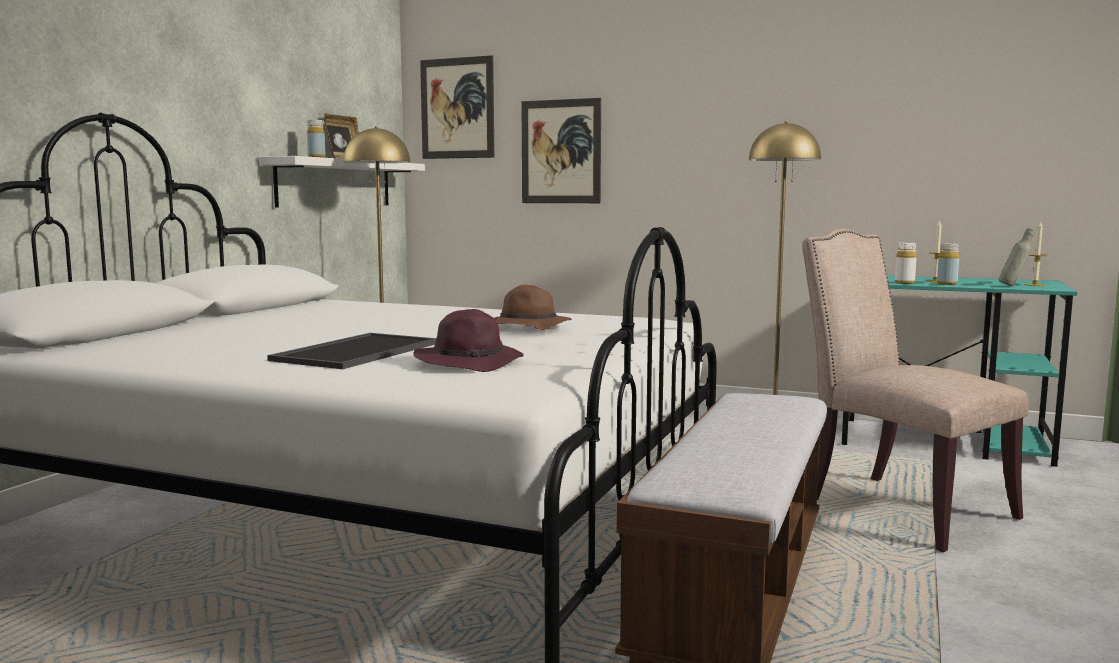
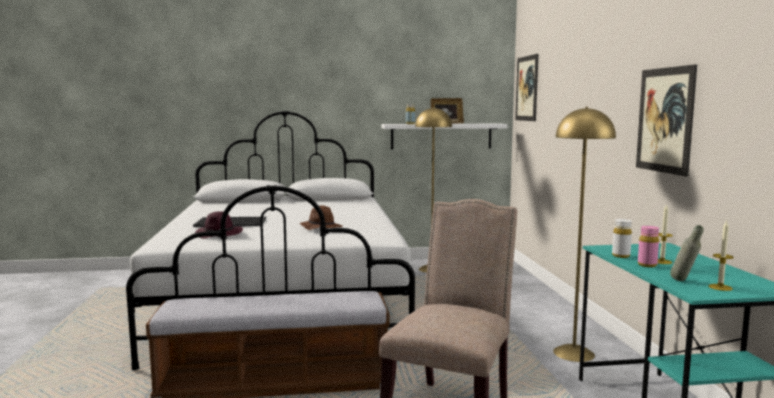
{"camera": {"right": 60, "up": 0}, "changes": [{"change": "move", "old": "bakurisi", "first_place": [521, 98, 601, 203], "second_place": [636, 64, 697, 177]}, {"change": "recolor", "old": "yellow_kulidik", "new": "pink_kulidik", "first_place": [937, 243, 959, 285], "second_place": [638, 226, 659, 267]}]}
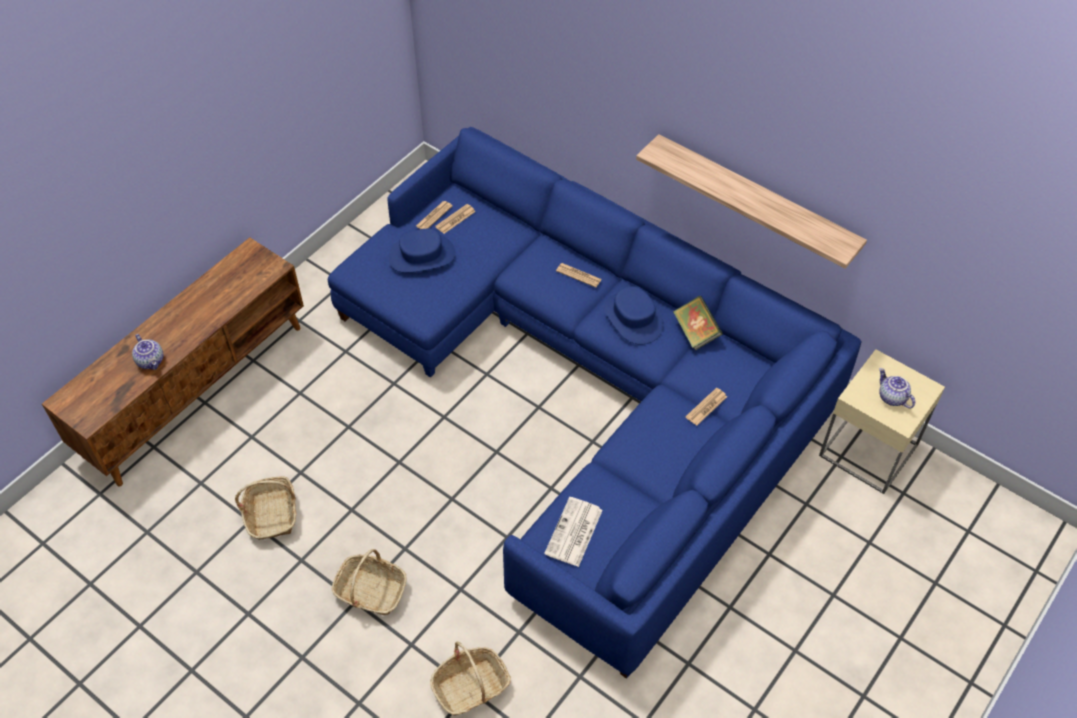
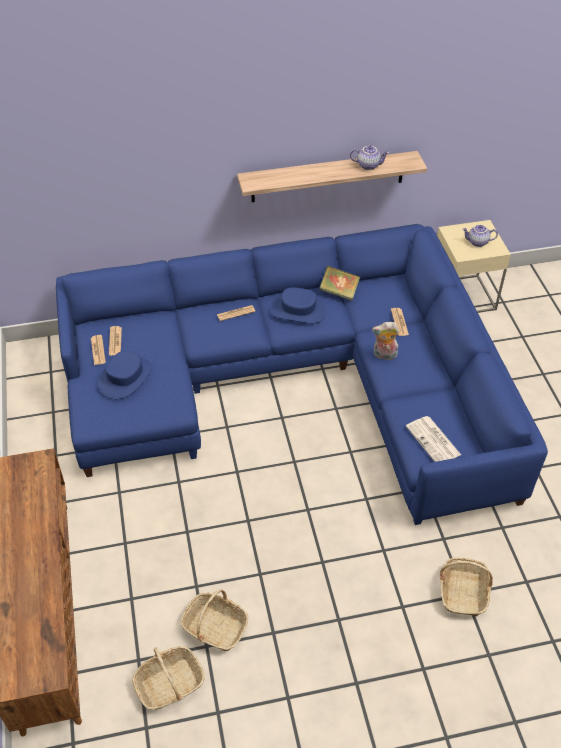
{"camera": {"right": -50, "up": -5}, "changes": [{"change": "insert", "new": "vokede", "second_place": [372, 322, 399, 360]}, {"change": "move", "old": "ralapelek", "first_place": [132, 334, 163, 370], "second_place": [350, 146, 389, 170]}, {"change": "move", "old": "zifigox", "first_place": [332, 549, 406, 615], "second_place": [132, 646, 205, 710]}]}
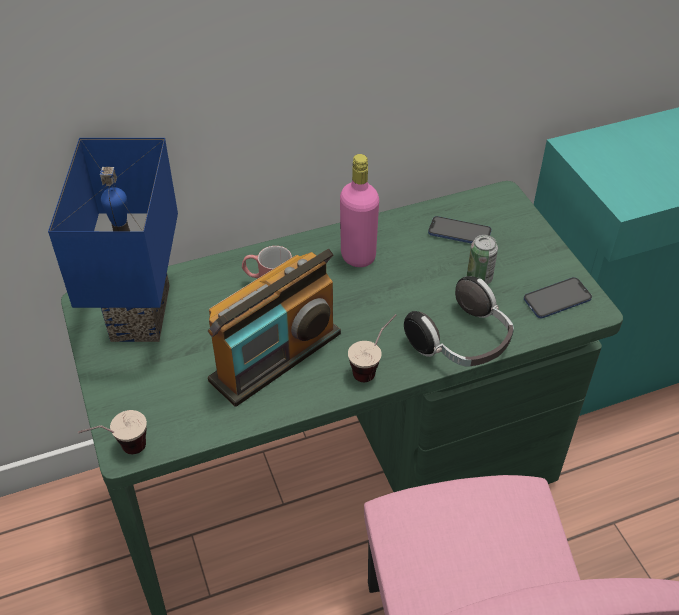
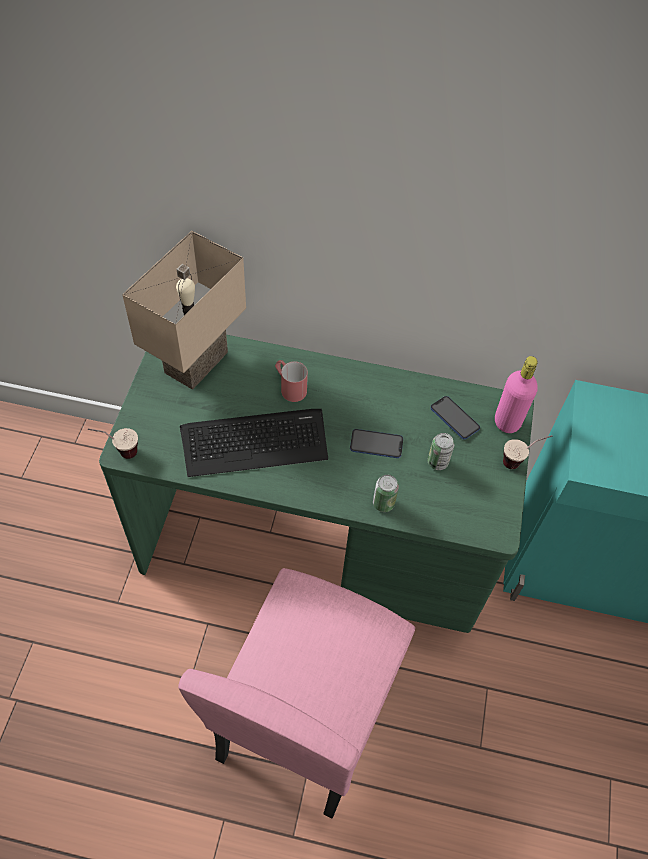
{"camera": {"right": 30, "up": 10}, "changes": [{"change": "move", "old": "pink_kulidik", "first_place": [340, 154, 379, 267], "second_place": [495, 356, 538, 433]}, {"change": "move", "old": "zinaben", "first_place": [348, 314, 397, 382], "second_place": [503, 435, 553, 469]}, {"change": "move", "old": "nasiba", "first_place": [524, 277, 592, 319], "second_place": [350, 429, 403, 458]}, {"change": "replace", "old": "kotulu", "new": "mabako", "first_place": [208, 249, 341, 407], "second_place": [180, 409, 328, 477]}, {"change": "replace", "old": "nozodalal", "new": "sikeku", "first_place": [404, 276, 514, 367], "second_place": [373, 475, 399, 512]}, {"change": "recolor", "old": "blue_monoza", "new": "beige_monoza", "first_place": [48, 138, 178, 342], "second_place": [122, 231, 246, 390]}]}
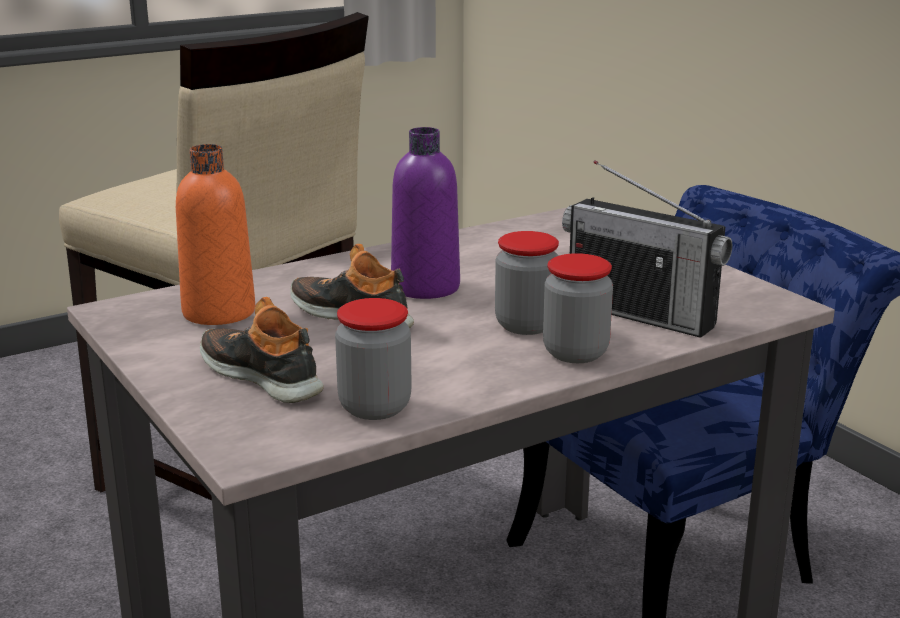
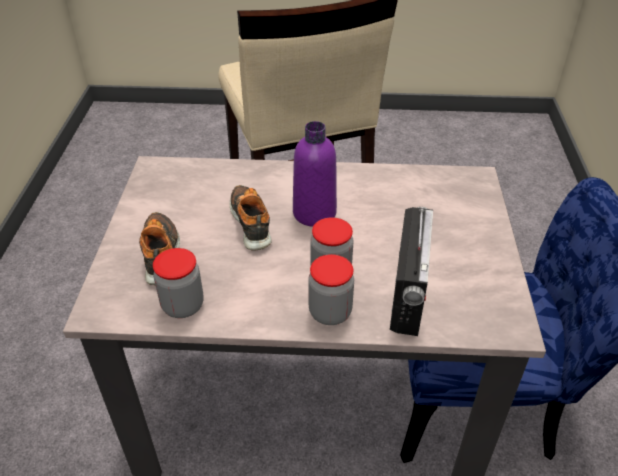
{"camera": {"right": 35, "up": 20}, "changes": [{"change": "delete", "old": "orange_kulidik", "first_place": [176, 144, 255, 325]}, {"change": "rotate", "old": "kotulu", "first_place": [562, 160, 732, 338], "second_place": [390, 207, 433, 336], "degrees": -150}]}
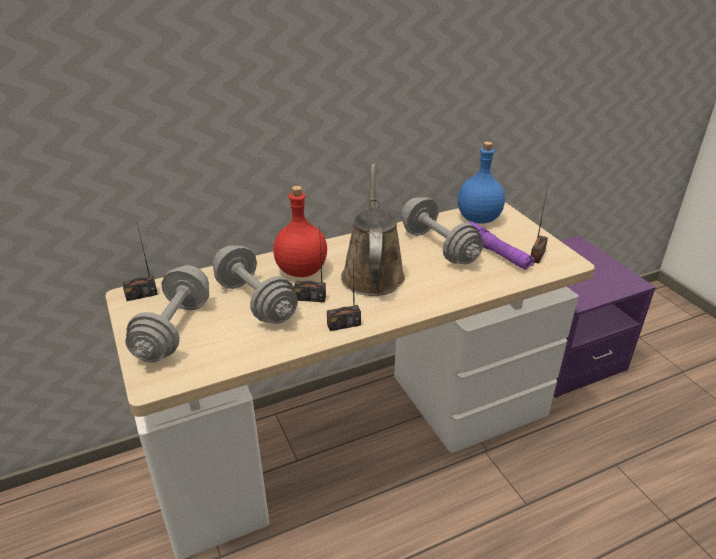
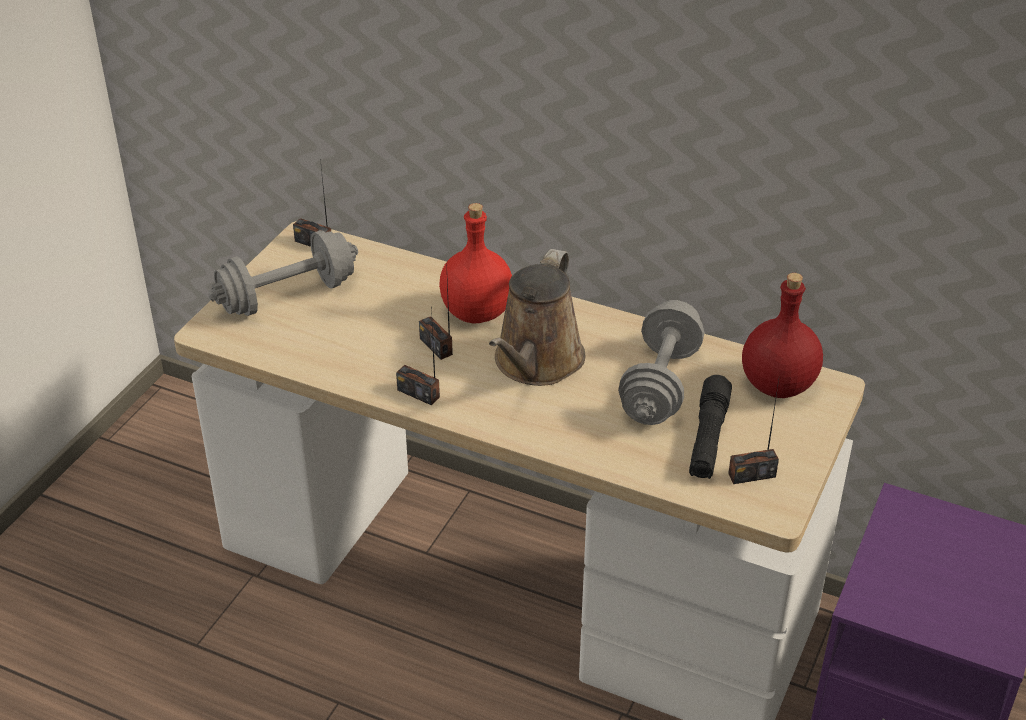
{"camera": {"right": 50, "up": 5}, "changes": [{"change": "delete", "old": "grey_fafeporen", "first_place": [213, 245, 298, 324]}, {"change": "recolor", "old": "blue_kulidik", "new": "red_kulidik", "first_place": [458, 141, 505, 224], "second_place": [742, 273, 823, 398]}, {"change": "recolor", "old": "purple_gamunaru", "new": "black_gamunaru", "first_place": [468, 221, 535, 270], "second_place": [689, 375, 732, 479]}, {"change": "rotate", "old": "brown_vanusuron", "first_place": [341, 164, 405, 296], "second_place": [489, 249, 586, 386], "degrees": 150}]}
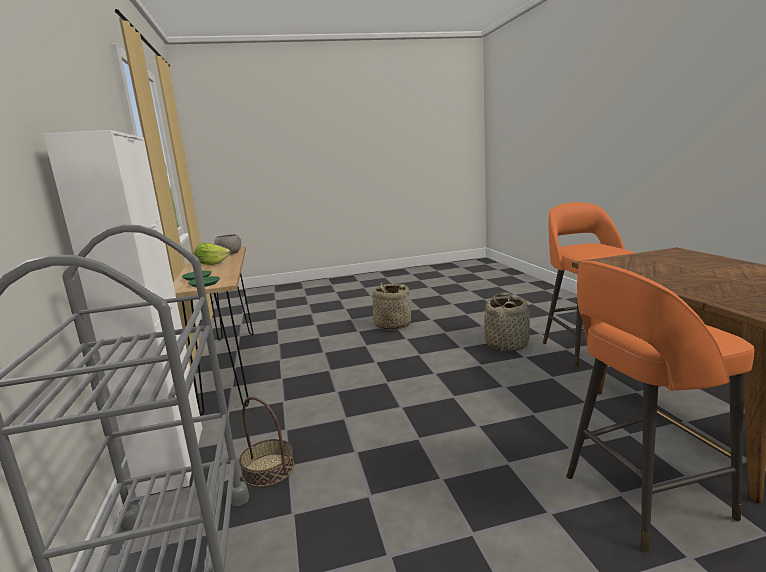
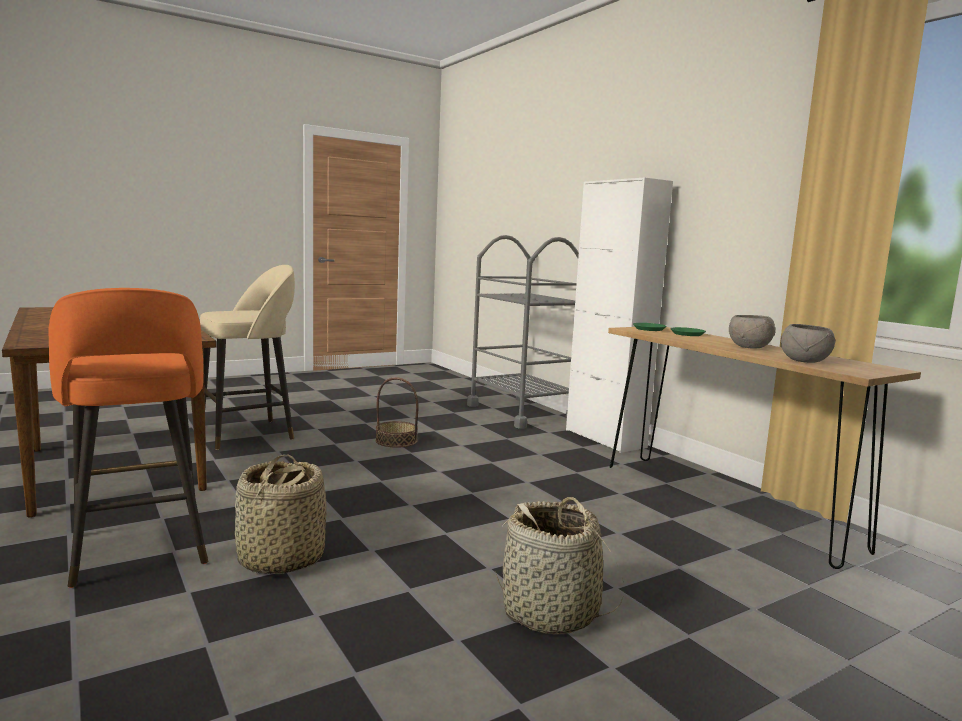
{"camera": {"right": 160, "up": -5}, "changes": [{"change": "move", "old": "zifigox", "first_place": [239, 397, 295, 487], "second_place": [376, 377, 419, 448]}, {"change": "replace", "old": "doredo", "new": "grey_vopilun", "first_place": [194, 243, 231, 265], "second_place": [729, 315, 775, 349]}, {"change": "recolor", "old": "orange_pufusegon", "new": "beige_pufusegon", "first_place": [566, 261, 754, 552], "second_place": [200, 265, 295, 450]}]}
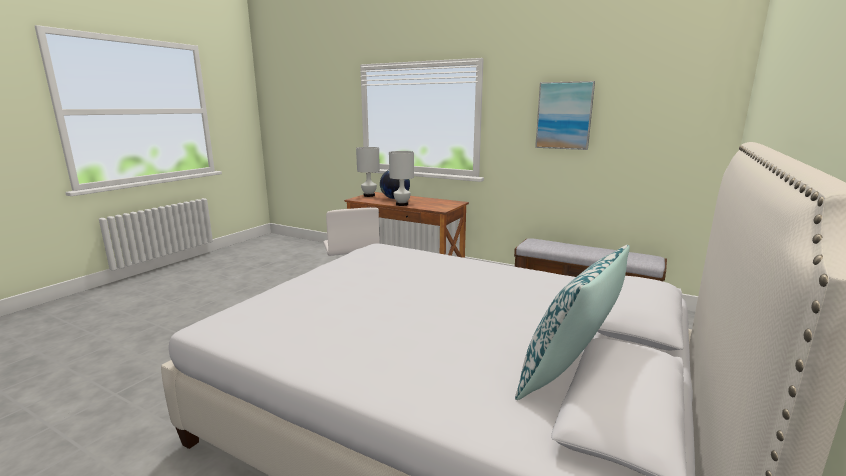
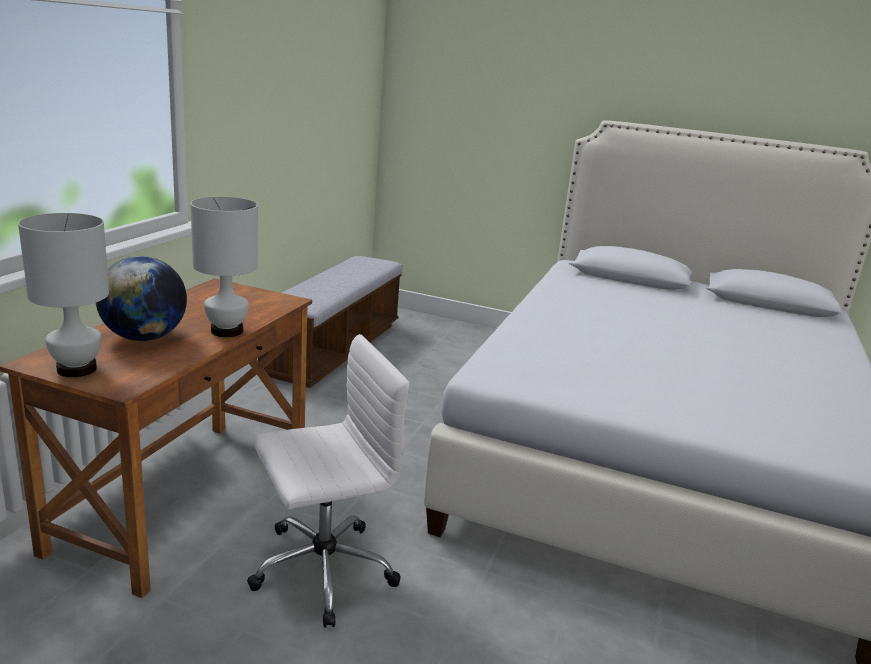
{"camera": {"right": -100, "up": 5}, "changes": [{"change": "delete", "old": "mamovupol", "first_place": [515, 245, 630, 400]}, {"change": "delete", "old": "bakurisi", "first_place": [535, 81, 595, 150]}]}
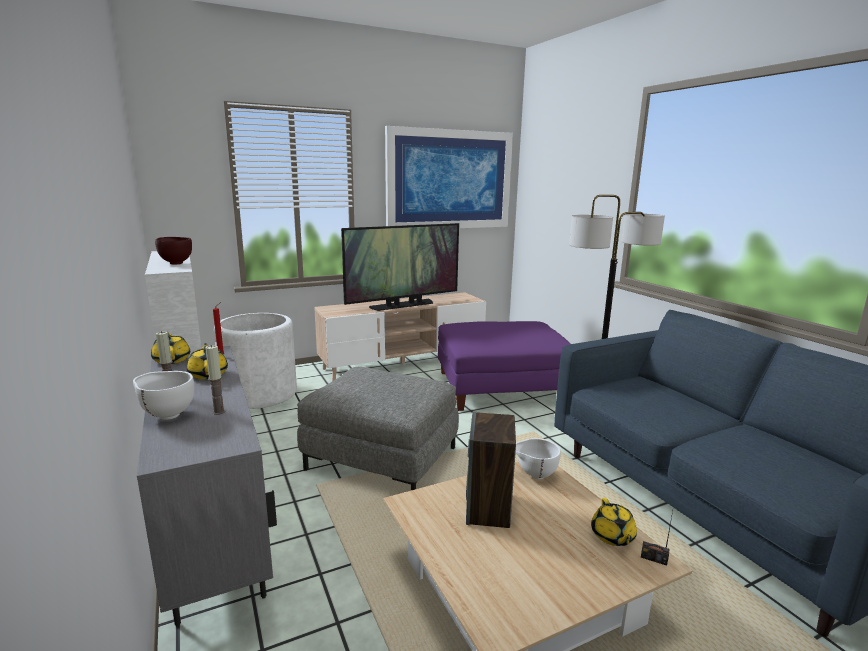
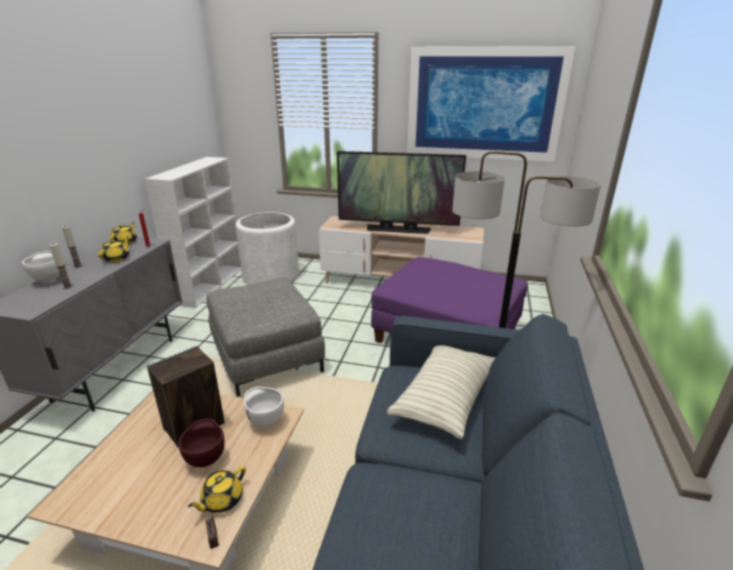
{"camera": {"right": 40, "up": 10}, "changes": [{"change": "insert", "new": "mamovupol", "second_place": [387, 345, 495, 439]}, {"change": "move", "old": "brown_vopilun", "first_place": [155, 237, 192, 264], "second_place": [179, 419, 225, 467]}]}
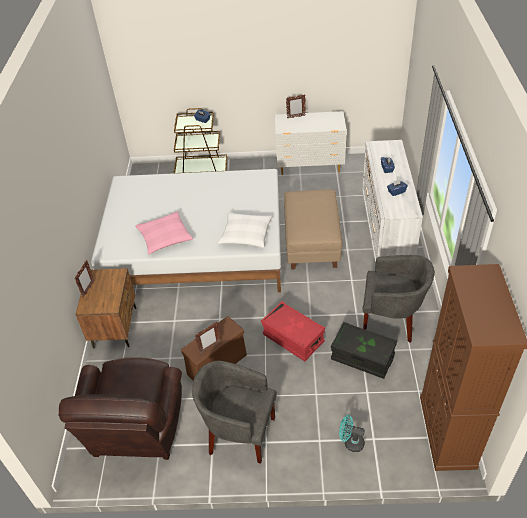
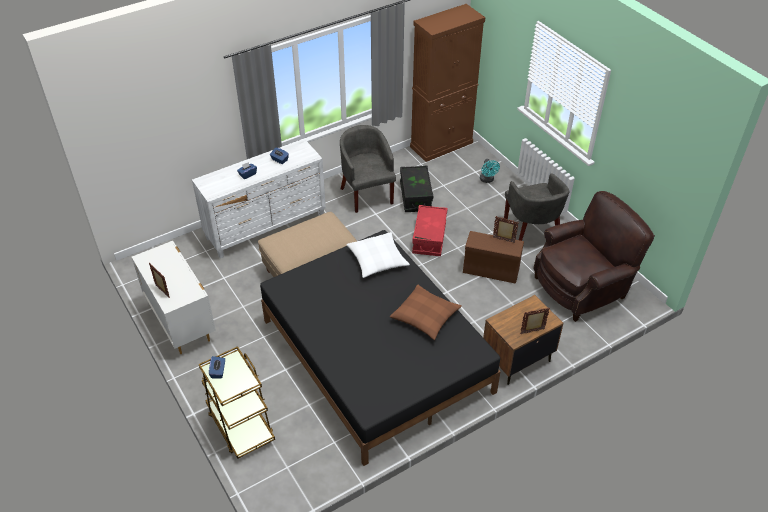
{"camera": {"right": -125, "up": 0}, "changes": [{"change": "recolor", "old": "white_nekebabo", "new": "black_nekebabo", "first_place": [91, 169, 281, 293], "second_place": [260, 230, 501, 466]}, {"change": "recolor", "old": "pink_mamovupol", "new": "brown_mamovupol", "first_place": [135, 211, 193, 254], "second_place": [390, 285, 462, 340]}]}
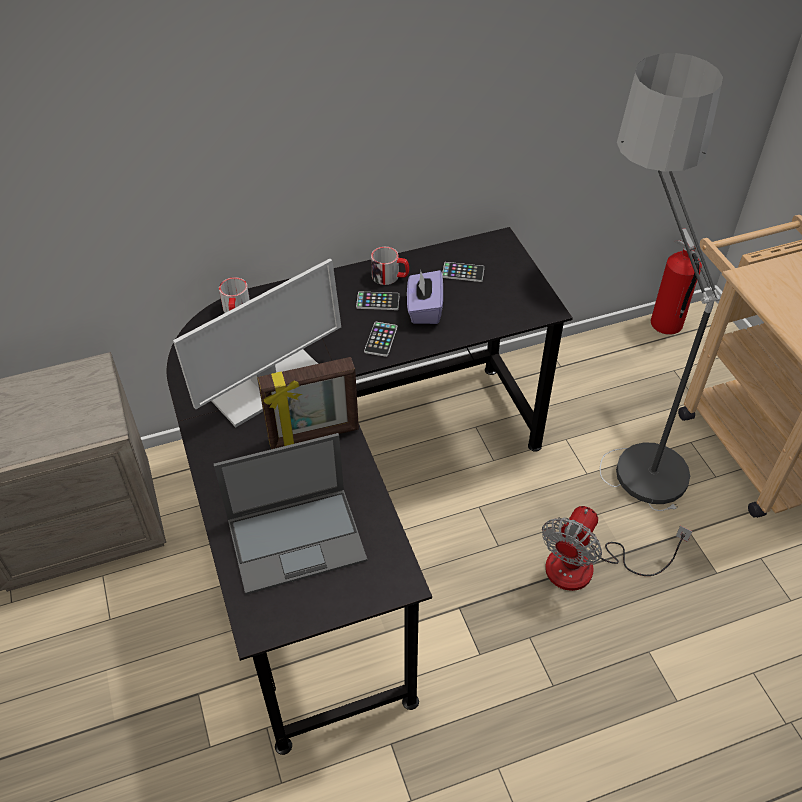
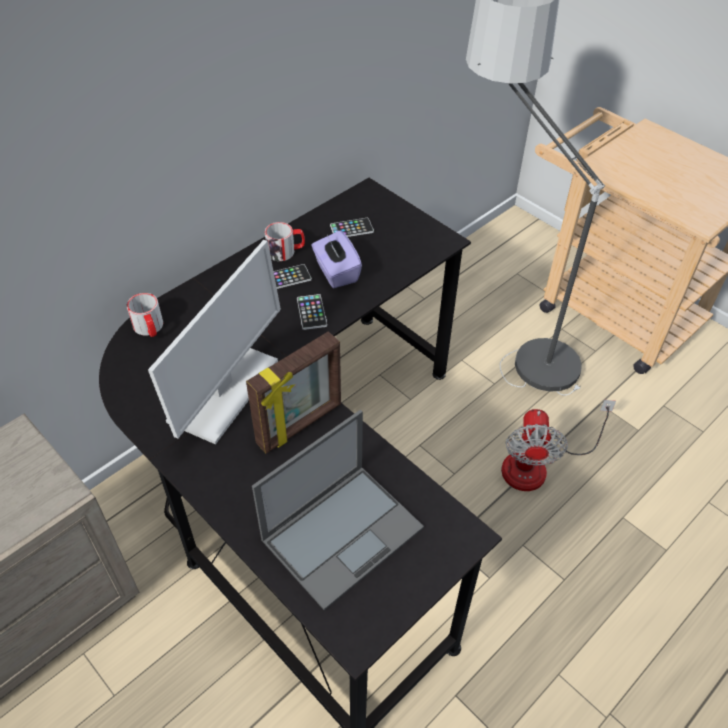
{"camera": {"right": -25, "up": 0}, "changes": [{"change": "delete", "old": "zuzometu", "first_place": [651, 228, 702, 335]}]}
